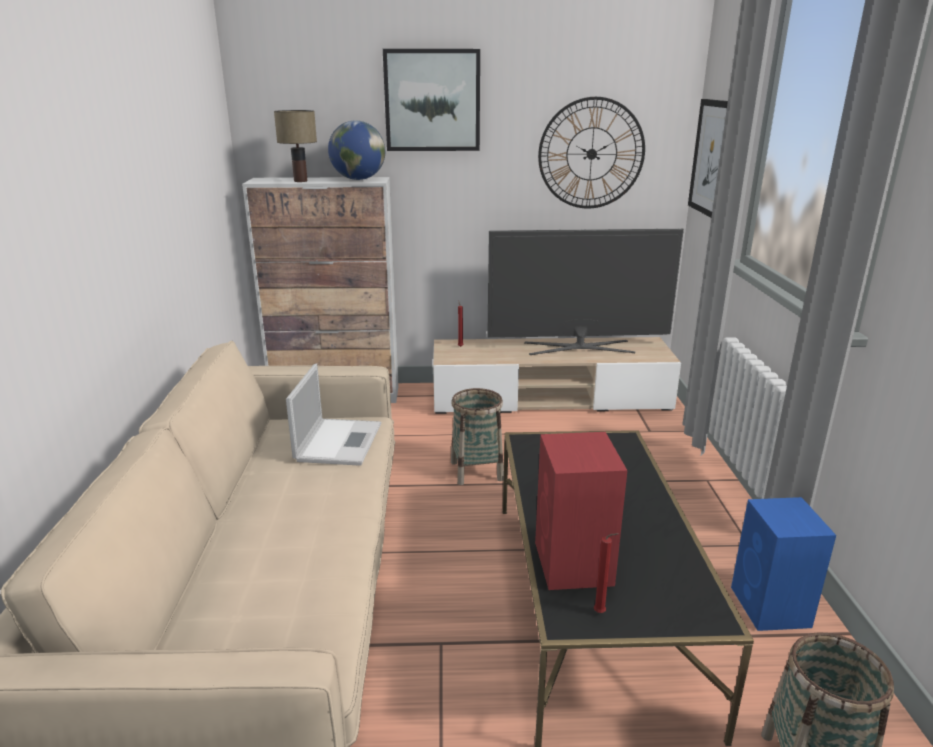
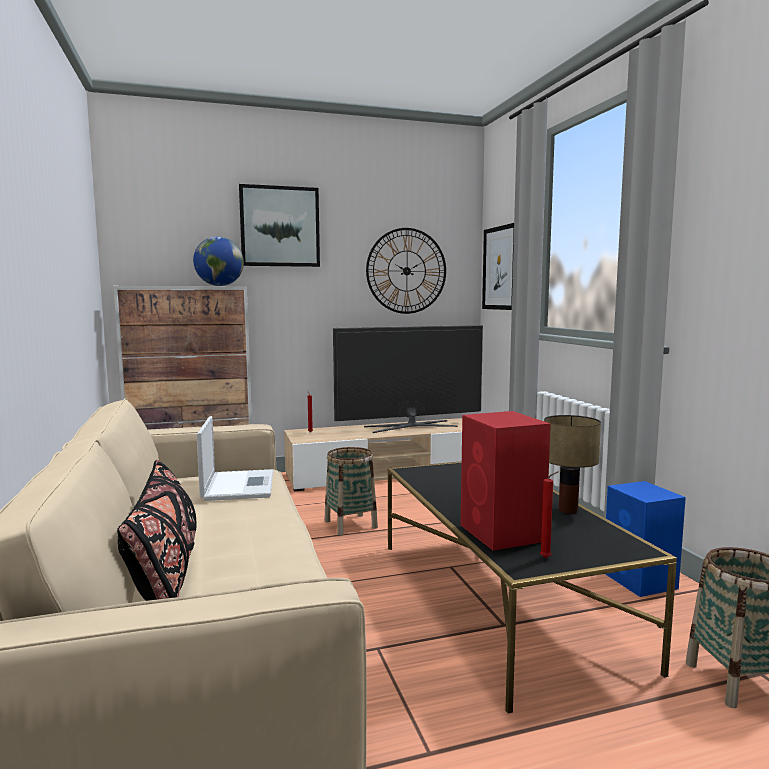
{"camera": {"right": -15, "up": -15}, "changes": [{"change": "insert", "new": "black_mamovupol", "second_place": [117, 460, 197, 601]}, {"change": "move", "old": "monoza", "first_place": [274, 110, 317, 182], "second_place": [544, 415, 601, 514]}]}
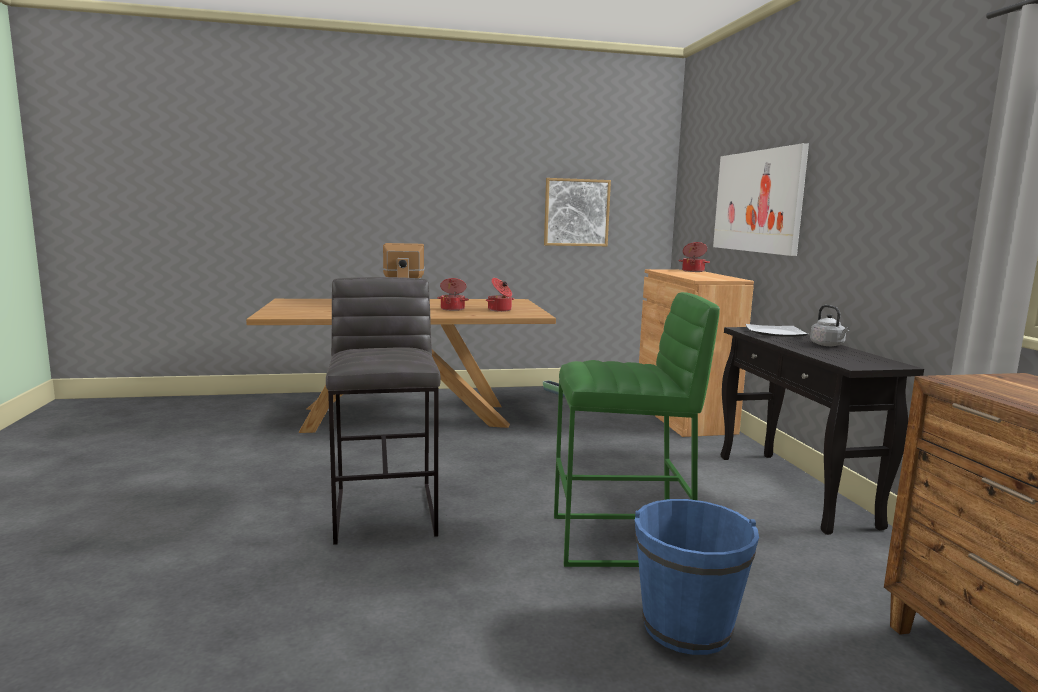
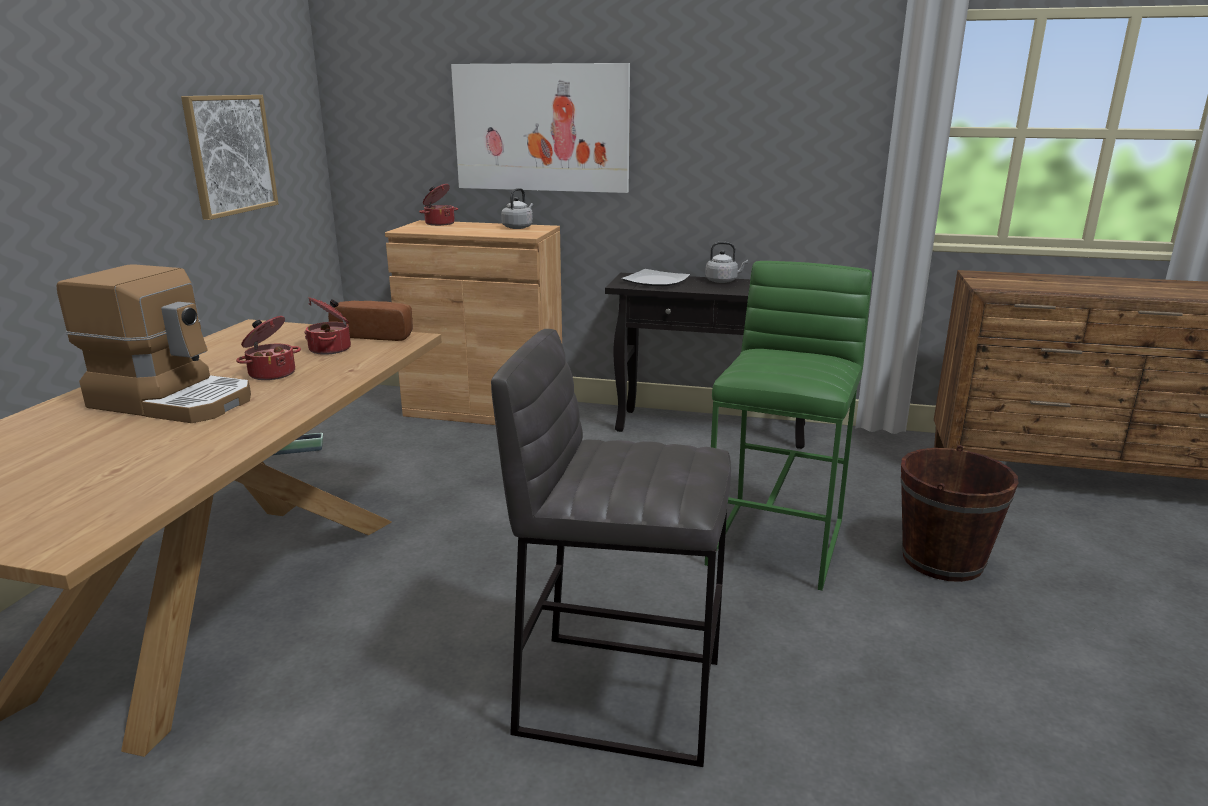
{"camera": {"right": -65, "up": 10}, "changes": [{"change": "insert", "new": "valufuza", "second_place": [328, 301, 413, 341]}, {"change": "insert", "new": "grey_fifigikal", "second_place": [501, 188, 533, 229]}, {"change": "recolor", "old": "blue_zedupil", "new": "brown_zedupil", "first_place": [635, 499, 759, 655], "second_place": [901, 445, 1019, 582]}]}
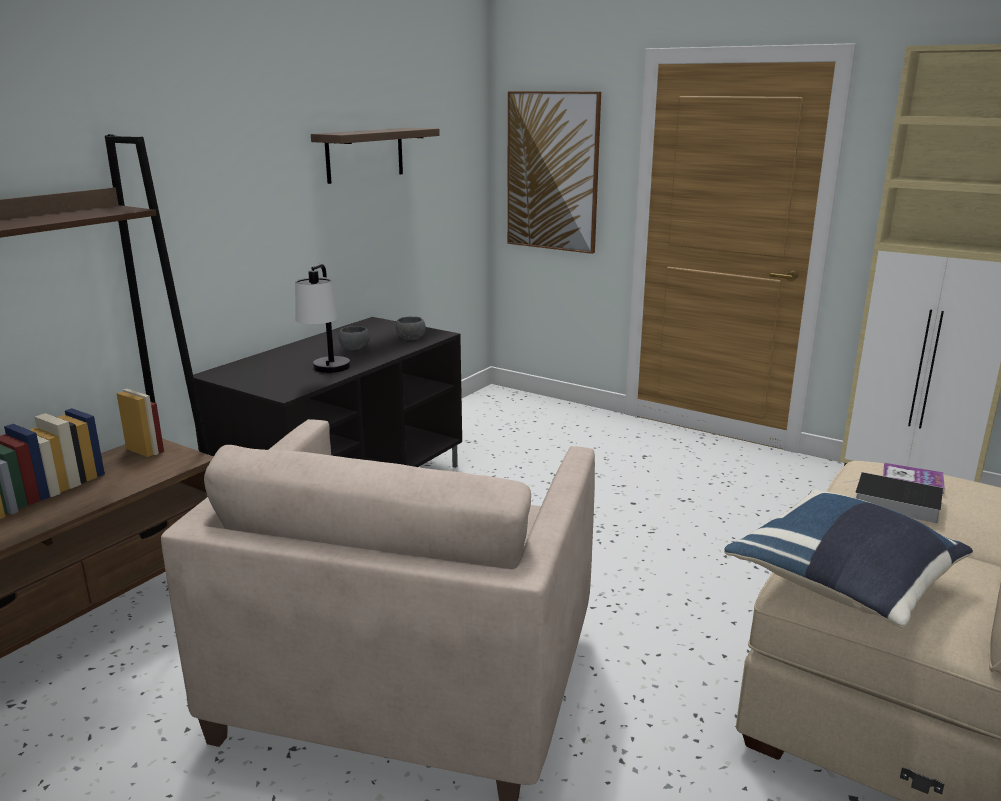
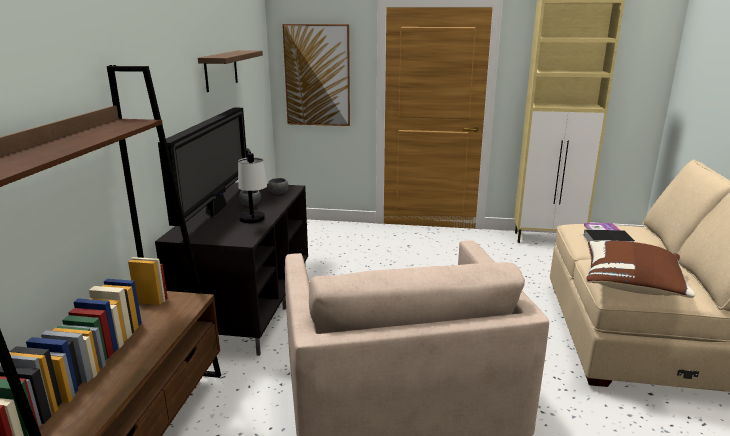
{"camera": {"right": -25, "up": 0}, "changes": [{"change": "insert", "new": "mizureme", "second_place": [158, 108, 246, 226]}, {"change": "recolor", "old": "blue_mamovupol", "new": "brown_mamovupol", "first_place": [724, 489, 973, 627], "second_place": [586, 241, 695, 298]}]}
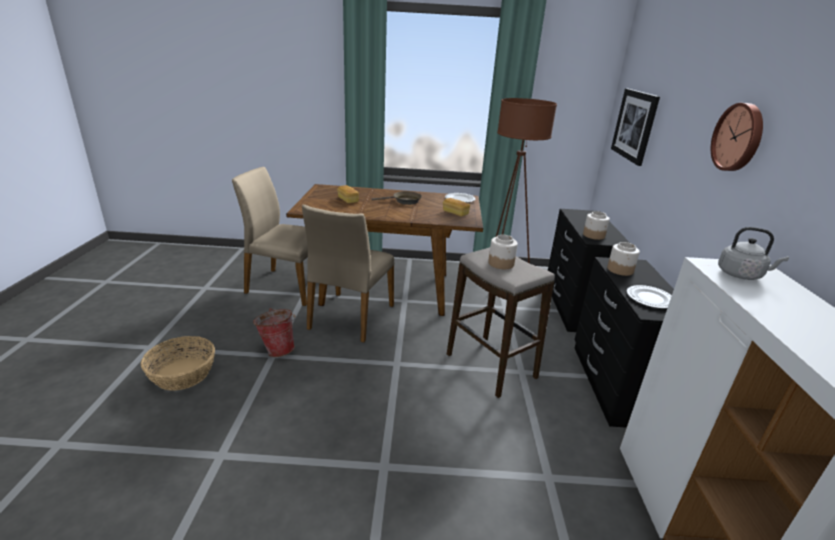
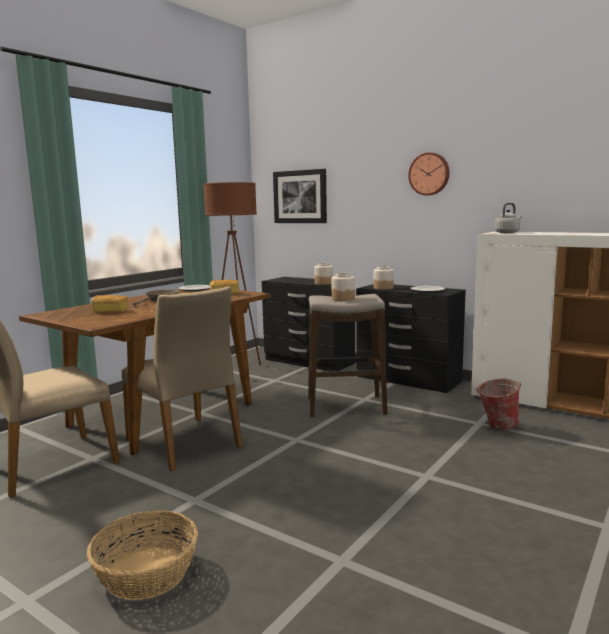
{"camera": {"right": -55, "up": -15}, "changes": [{"change": "move", "old": "zedupil", "first_place": [253, 308, 296, 357], "second_place": [476, 378, 521, 430]}]}
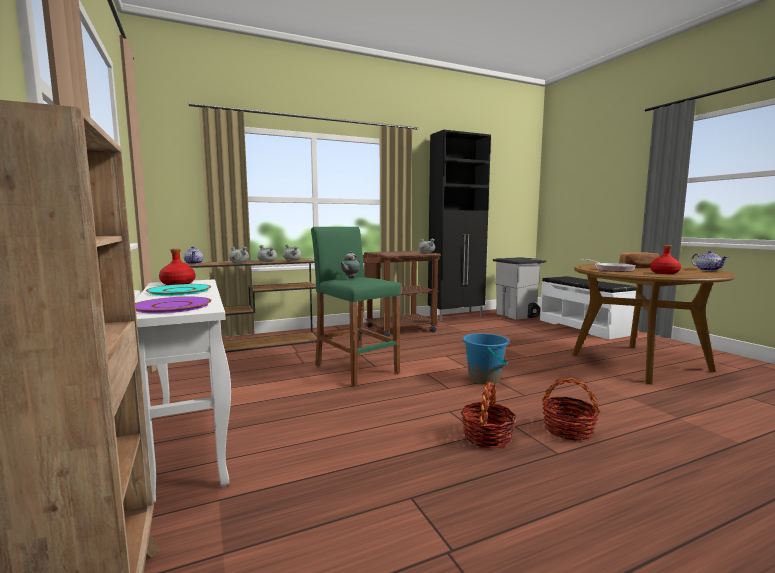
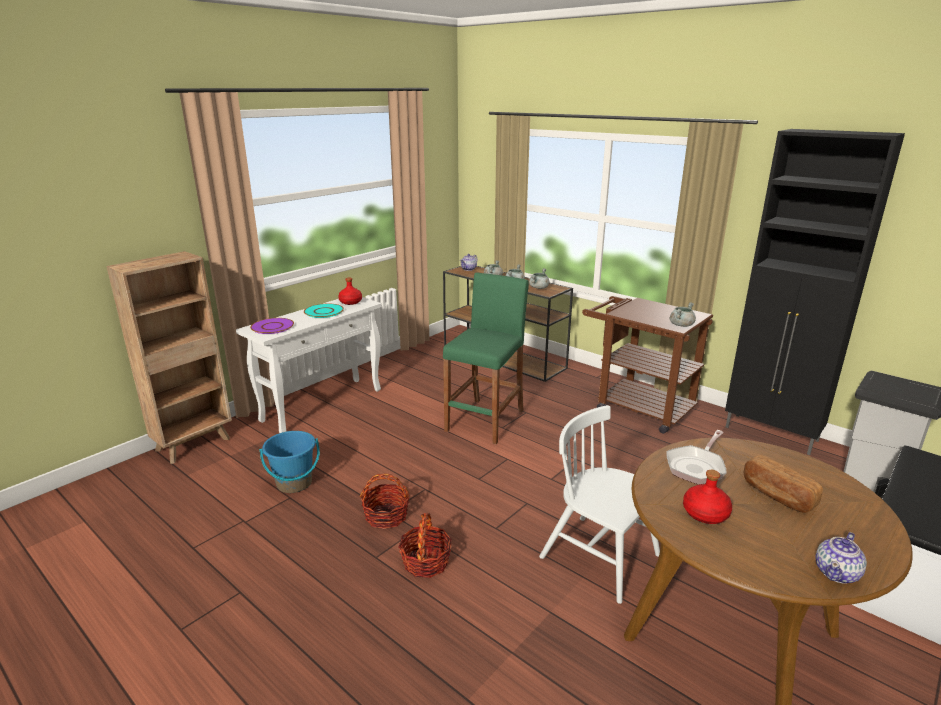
{"camera": {"right": 65, "up": 15}, "changes": [{"change": "delete", "old": "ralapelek", "first_place": [340, 251, 360, 278]}, {"change": "insert", "new": "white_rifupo", "second_place": [539, 405, 660, 604]}, {"change": "move", "old": "blue_zedupil", "first_place": [463, 333, 509, 385], "second_place": [259, 431, 320, 493]}]}
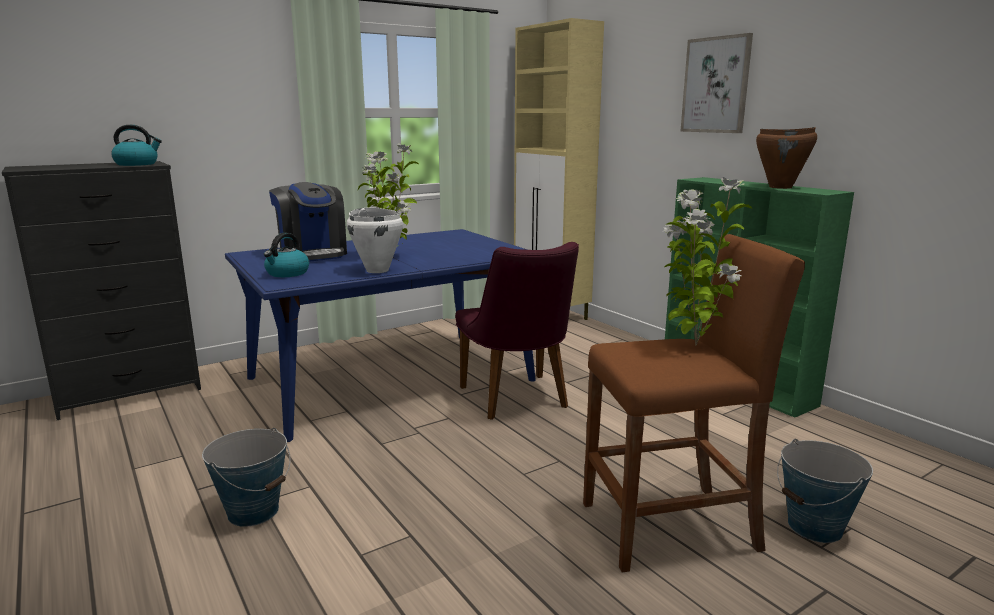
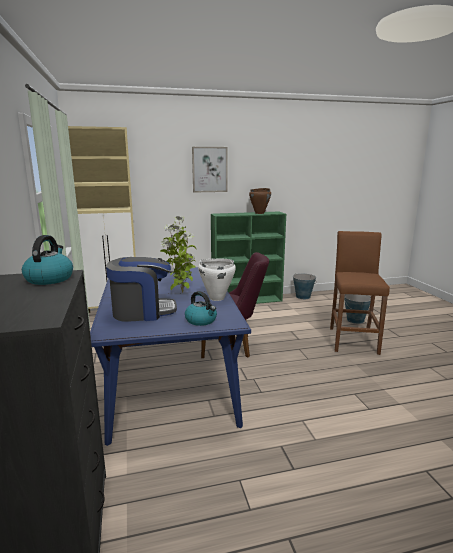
{"camera": {"right": -70, "up": 0}, "changes": [{"change": "delete", "old": "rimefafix", "first_place": [664, 177, 752, 345]}, {"change": "move", "old": "zedupil", "first_place": [202, 428, 291, 527], "second_place": [293, 273, 316, 299]}]}
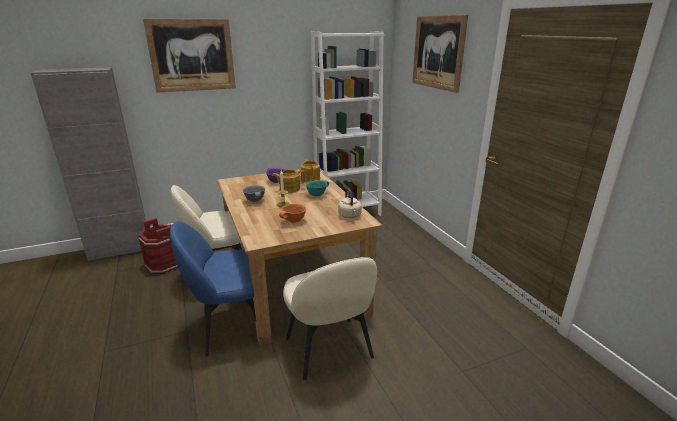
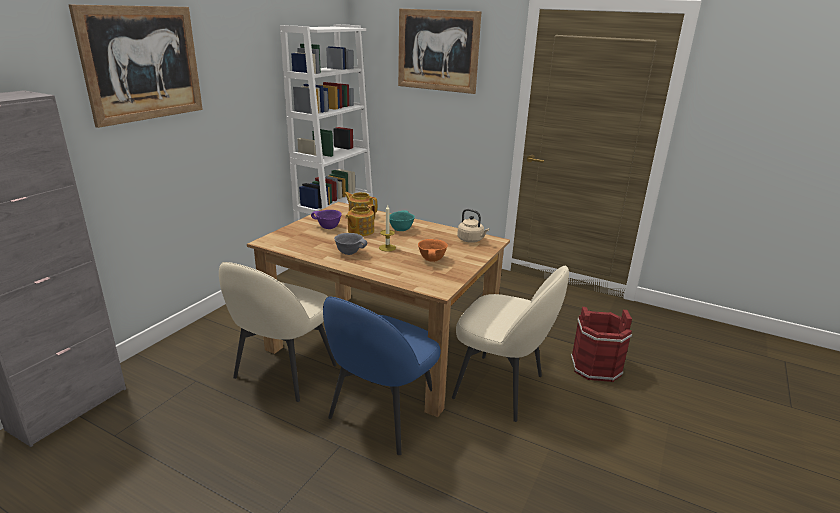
{"camera": {"right": -40, "up": 0}, "changes": [{"change": "move", "old": "red_zedupil", "first_place": [138, 218, 178, 274], "second_place": [571, 307, 632, 382]}]}
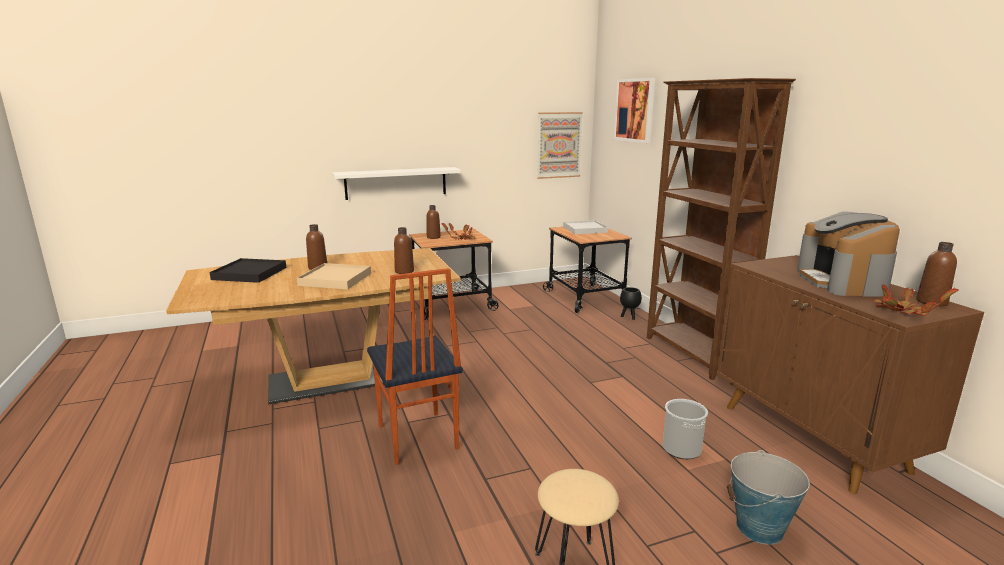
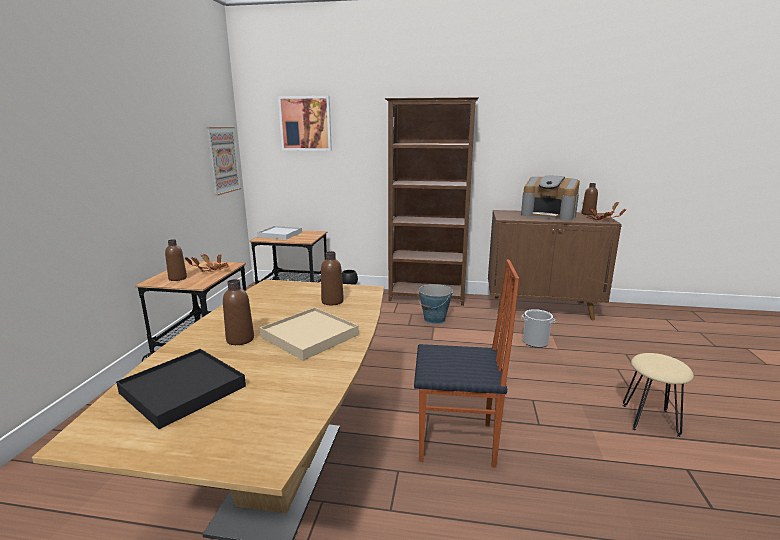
{"camera": {"right": -60, "up": 0}, "changes": [{"change": "delete", "old": "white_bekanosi", "first_place": [332, 167, 461, 200]}, {"change": "move", "old": "zedupil", "first_place": [727, 450, 810, 545], "second_place": [418, 284, 453, 324]}]}
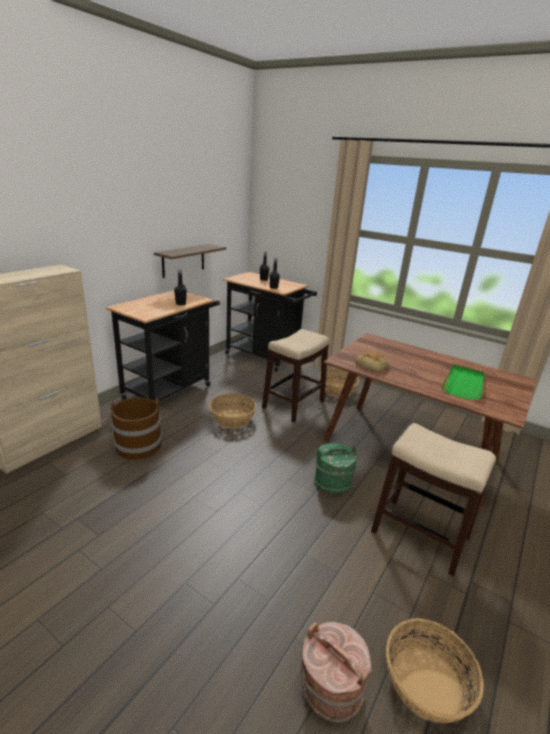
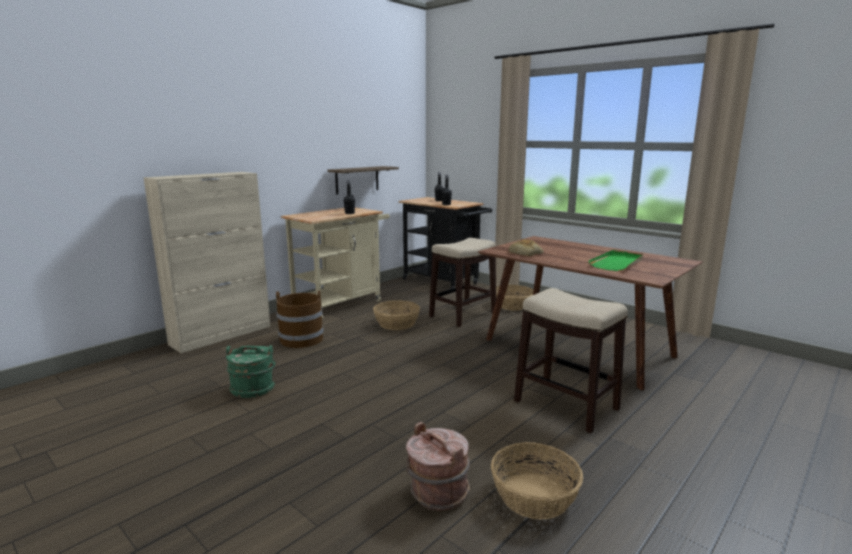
{"camera": {"right": 10, "up": -10}, "changes": [{"change": "move", "old": "green_zedupil", "first_place": [314, 443, 358, 494], "second_place": [226, 345, 276, 398]}, {"change": "recolor", "old": "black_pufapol", "new": "beige_pufapol", "first_place": [106, 290, 220, 401], "second_place": [281, 207, 390, 319]}]}
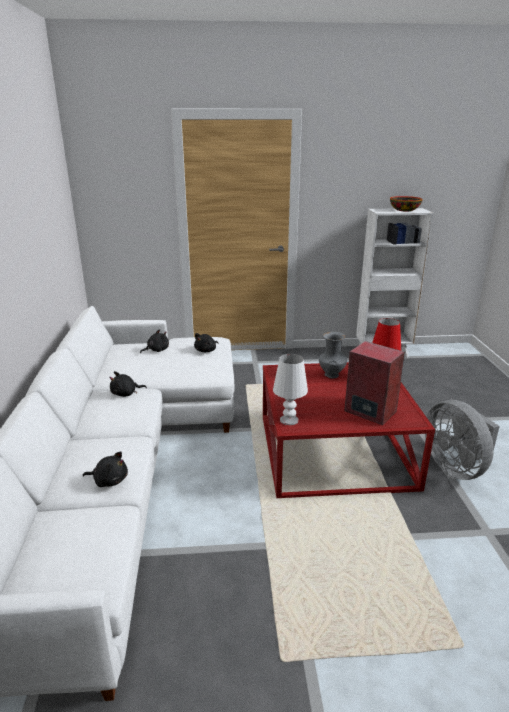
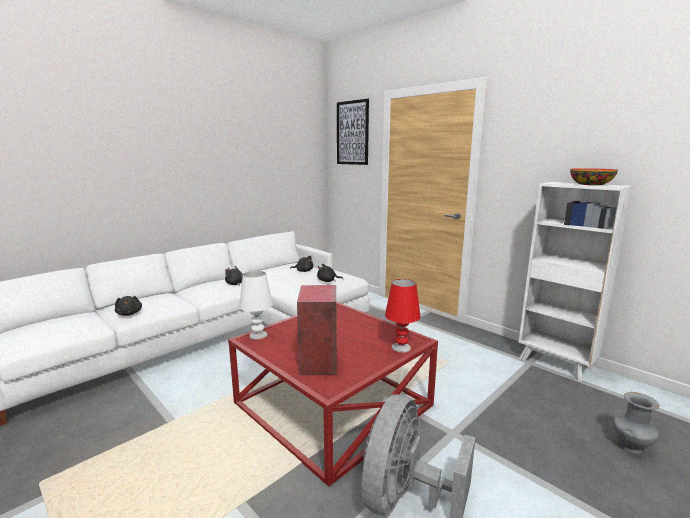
{"camera": {"right": 50, "up": -10}, "changes": [{"change": "insert", "new": "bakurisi", "second_place": [337, 99, 369, 165]}, {"change": "move", "old": "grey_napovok", "first_place": [319, 332, 347, 379], "second_place": [614, 392, 659, 454]}]}
